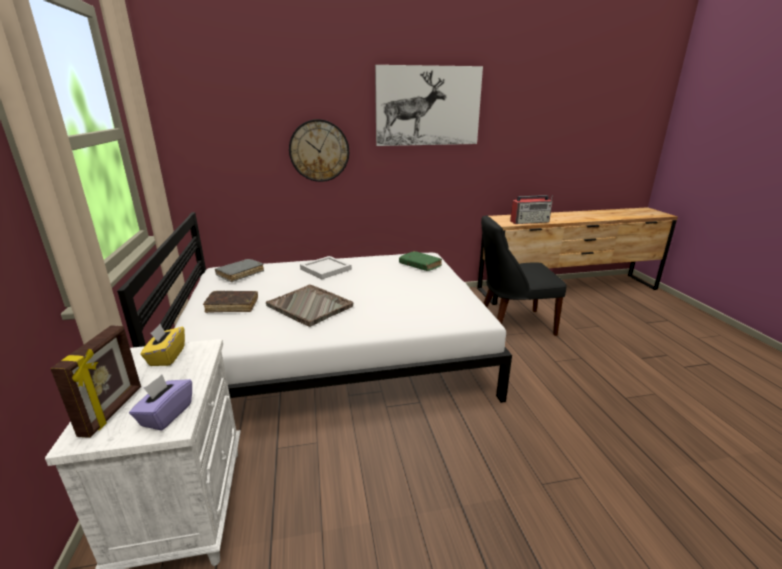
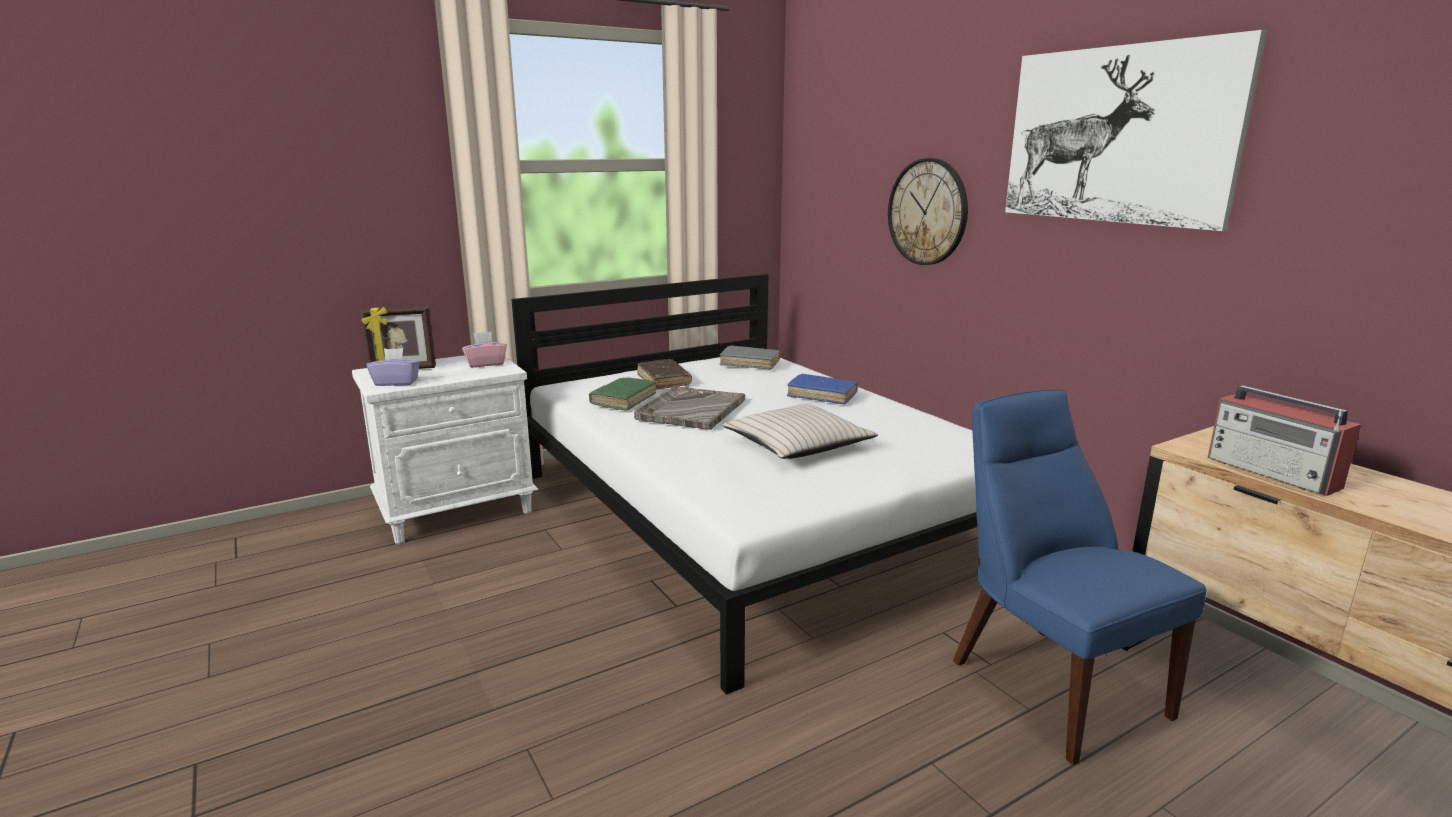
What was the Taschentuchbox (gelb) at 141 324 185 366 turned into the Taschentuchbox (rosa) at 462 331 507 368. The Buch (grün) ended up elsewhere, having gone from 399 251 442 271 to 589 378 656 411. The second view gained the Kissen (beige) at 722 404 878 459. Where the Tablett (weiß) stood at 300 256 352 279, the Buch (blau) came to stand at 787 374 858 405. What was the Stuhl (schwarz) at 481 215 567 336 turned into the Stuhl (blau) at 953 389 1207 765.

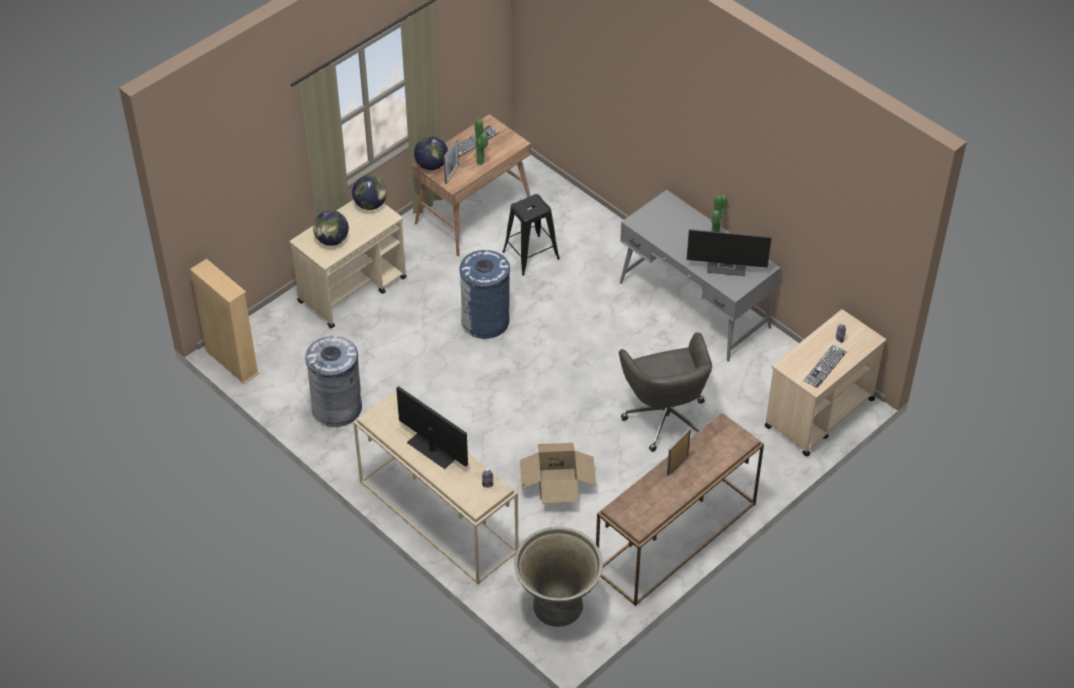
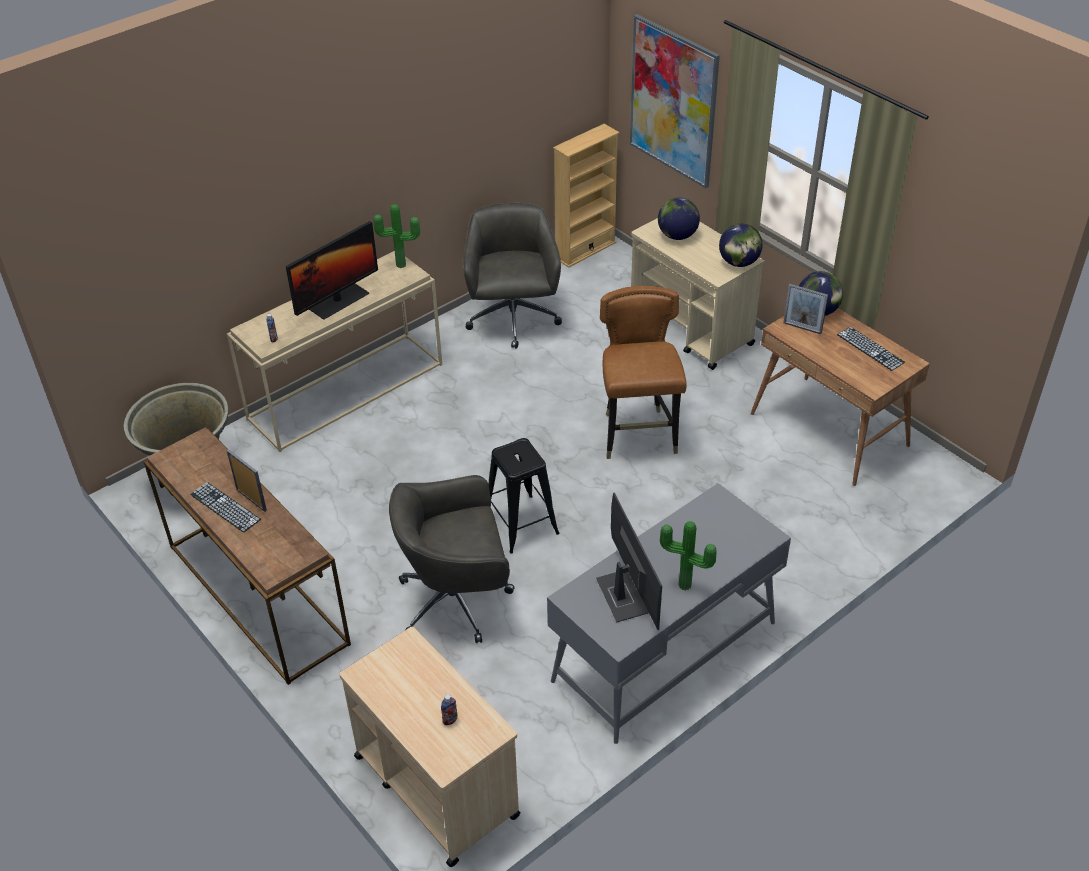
The Tastatur ended up elsewhere, having gone from 804 345 846 388 to 190 482 261 533. The Topfpflanze ended up elsewhere, having gone from 475 119 488 165 to 373 204 420 268. Where the Mülleimer (grau) stood at 305 336 362 427, the Bürostuhl (grau) came to stand at 463 202 562 349. The Hocker (schwarz) ended up elsewhere, having gone from 502 194 560 276 to 488 438 559 553. The Monitor at 686 229 772 276 ended up facing another way, 150 degrees clockwise from before. Where the Mülleimer (blau) stood at 459 250 510 339, the Stuhl (braun) came to stand at 600 286 687 459. The second view gained the Bild at 630 14 720 188. The second view lost the Karton at 520 443 596 504.

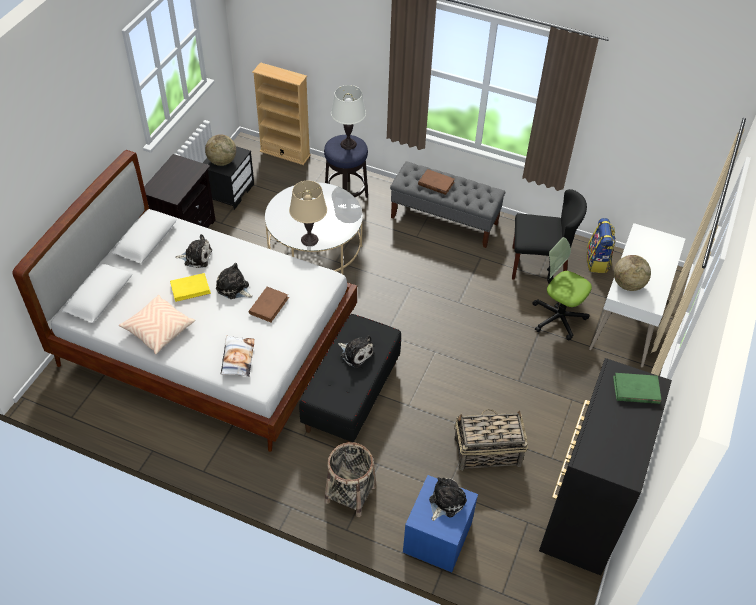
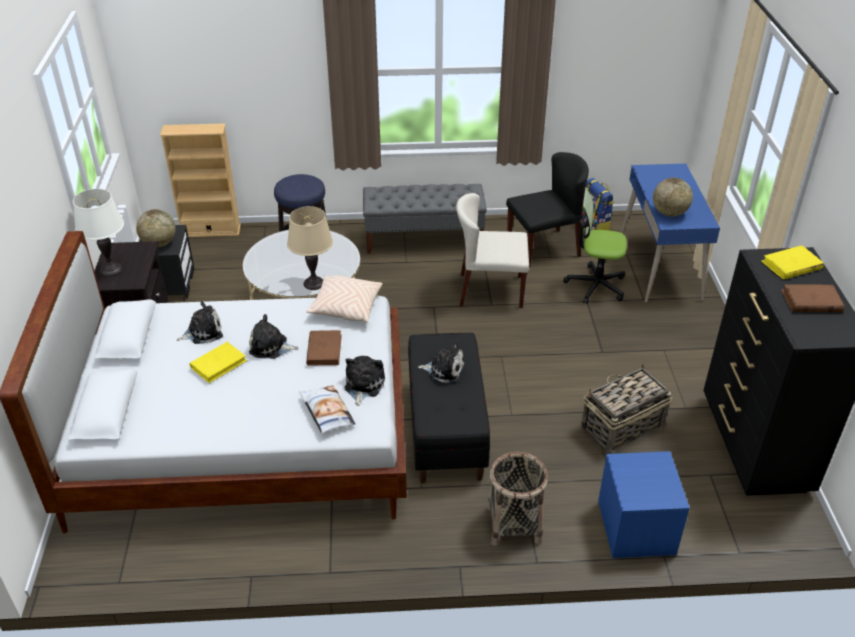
The Tischlampe (weiß) ended up elsewhere, having gone from 331 85 366 150 to 73 189 124 276. The Kissen (beige) ended up elsewhere, having gone from 119 295 195 354 to 306 275 382 323. The Plüschtier ended up elsewhere, having gone from 429 477 467 521 to 344 356 385 406. The second view gained the Stuhl (beige) at 456 193 529 308. What was the Schreibtisch (weiß) at 589 223 685 368 turned into the Schreibtisch (blau) at 620 164 720 303. What was the Buch (grün) at 613 373 661 404 turned into the Buch (gelb) at 762 245 824 280. The Buch (braun) ended up elsewhere, having gone from 418 169 455 195 to 781 284 844 312.

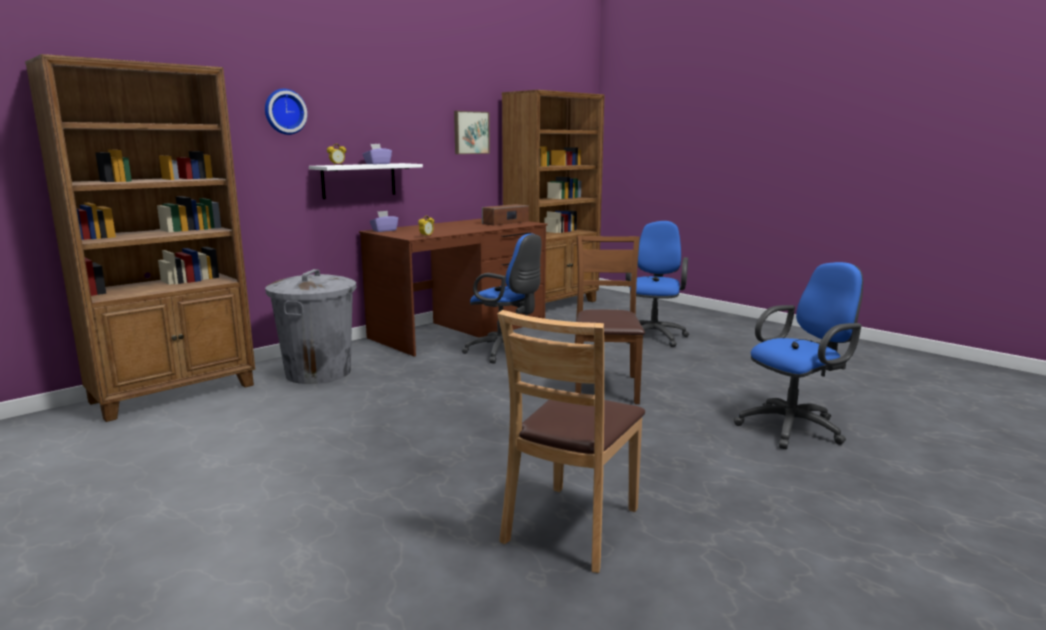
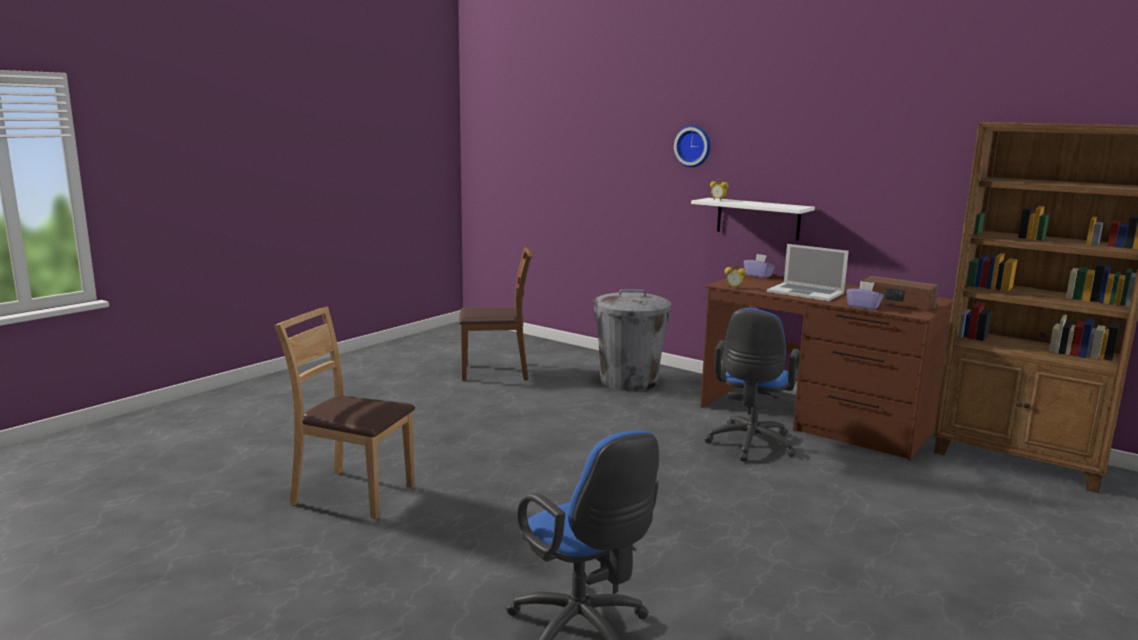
The Stuhl (braun) ended up elsewhere, having gone from 575 236 645 404 to 459 247 533 381. The second view gained the Laptop at 767 244 849 301. The Taschentuchbox (lila) ended up elsewhere, having gone from 362 144 392 164 to 846 281 884 310. The second view lost the Bücherregal (braun) at 25 54 255 422. The second view lost the Bild at 454 111 490 154. The second view lost the Bürostuhl (blau) at 626 221 689 347.

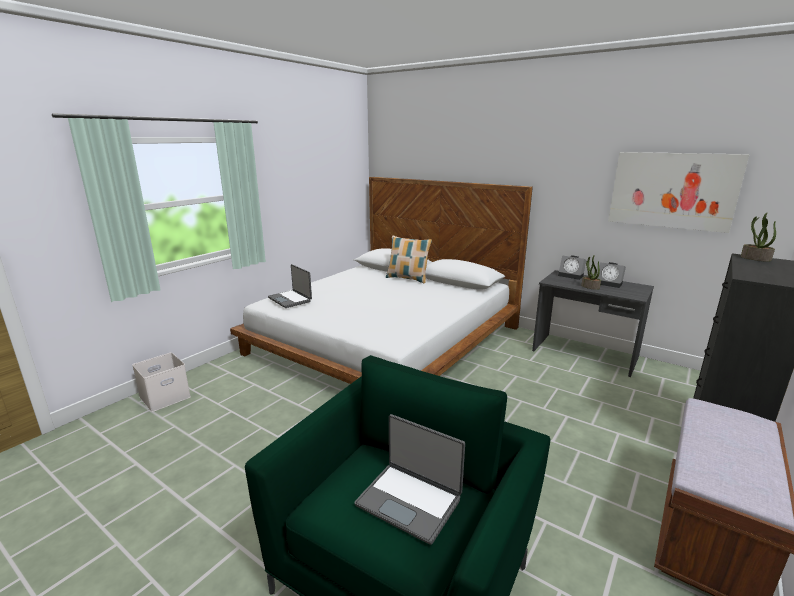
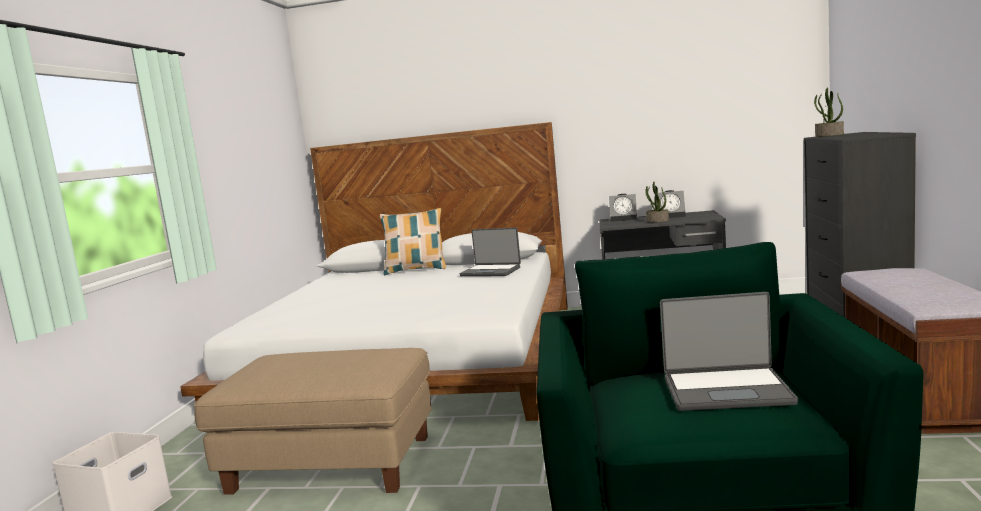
The second view gained the Polsterhocker (beige) at 194 348 432 495. The Laptop ended up elsewhere, having gone from 268 264 312 308 to 460 228 521 276. The second view lost the Bild at 608 152 750 233.

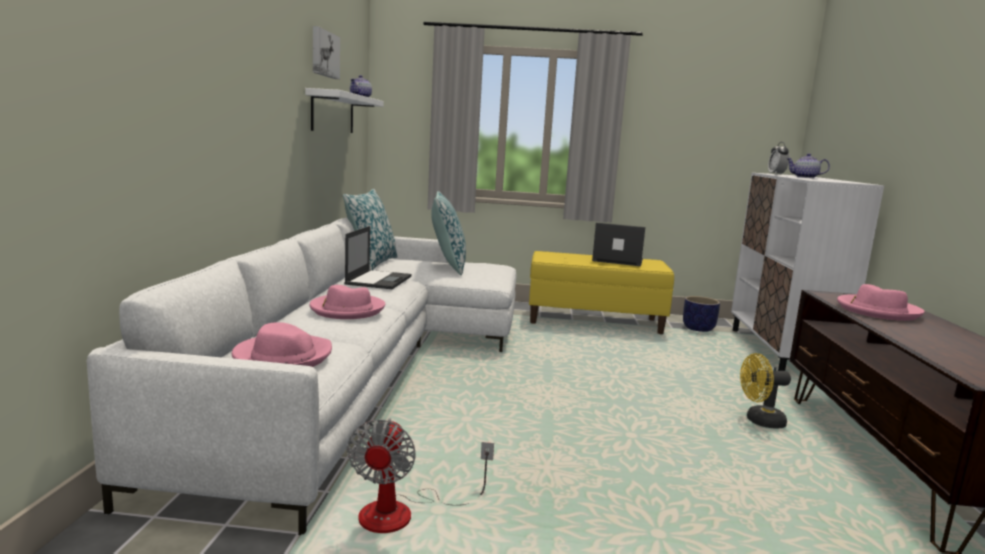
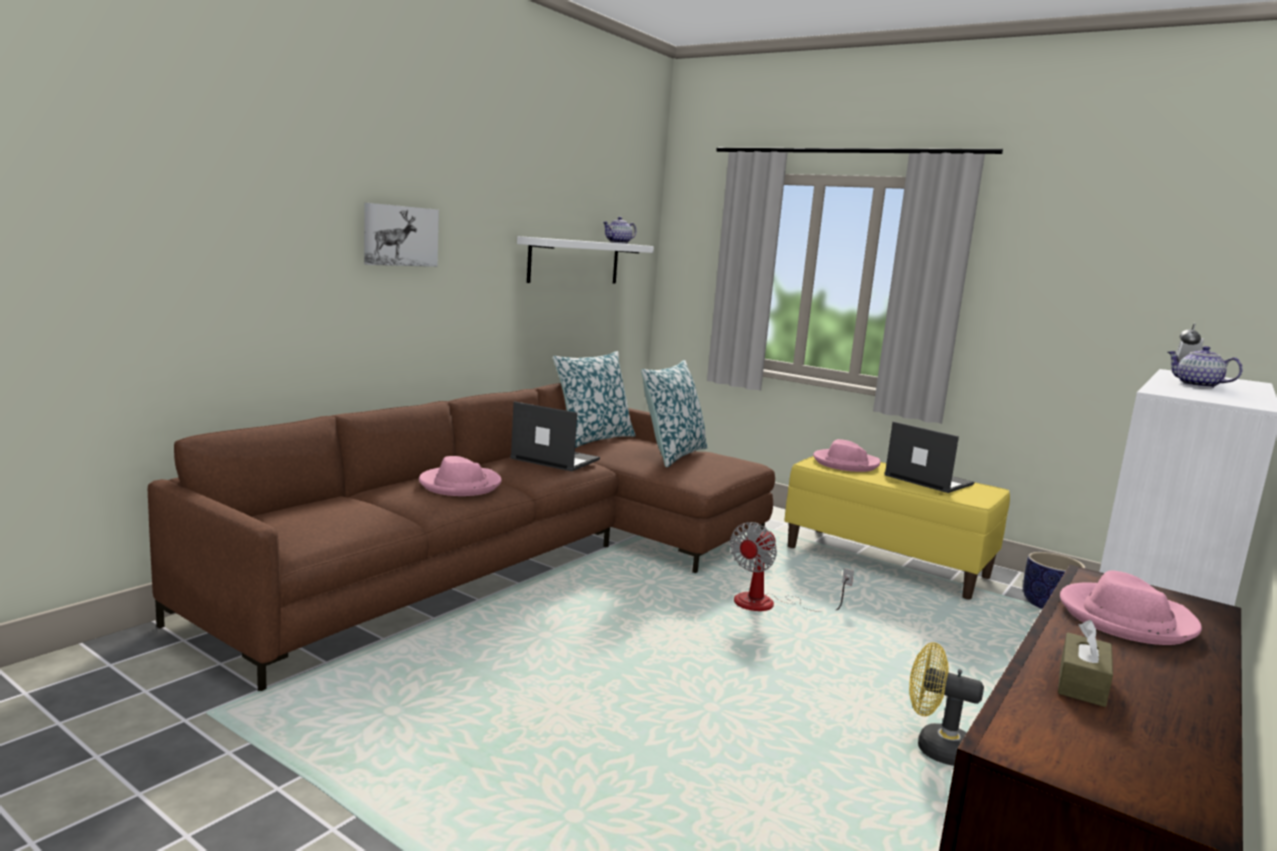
What was the Sofa (weiß) at 87 218 517 535 turned into the Sofa (braun) at 147 383 775 691. The Bild ended up elsewhere, having gone from 313 26 340 79 to 364 203 439 267. The Laptop at 344 226 411 289 ended up facing another way, 105 degrees counterclockwise from before. The Ventilator ended up elsewhere, having gone from 347 418 494 533 to 730 522 854 612. The Hut (rosa) ended up elsewhere, having gone from 232 322 332 367 to 813 439 880 472. The second view gained the Taschentuchbox (braun) at 1058 620 1113 707.

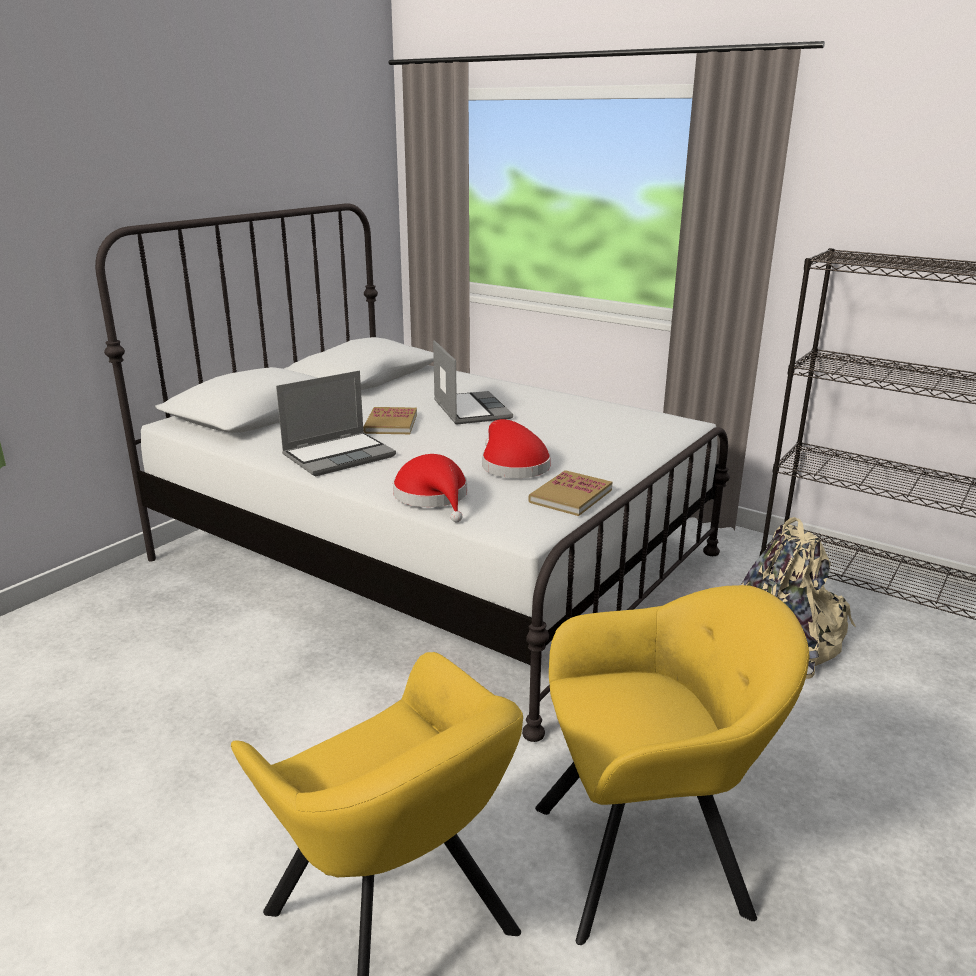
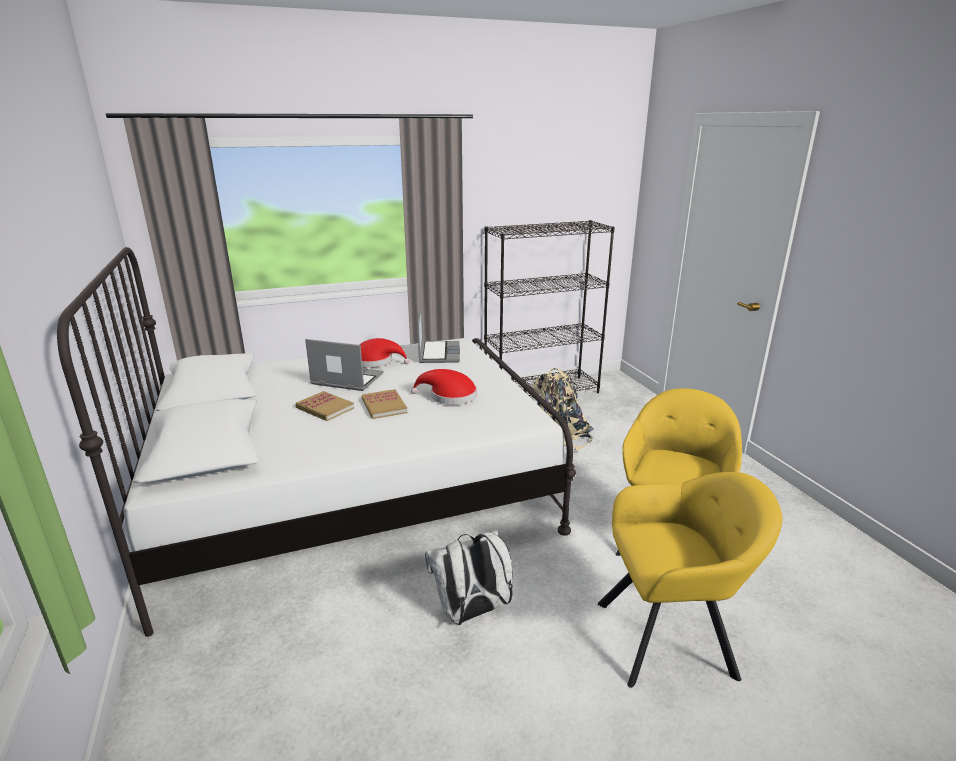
The Hut (rot) ended up elsewhere, having gone from 393 454 467 522 to 359 338 410 368. The Buch ended up elsewhere, having gone from 529 470 612 516 to 362 389 407 419. The Laptop ended up elsewhere, having gone from 276 371 396 477 to 417 305 460 363. The second view gained the Rucksack (weiß) at 425 530 513 625.

